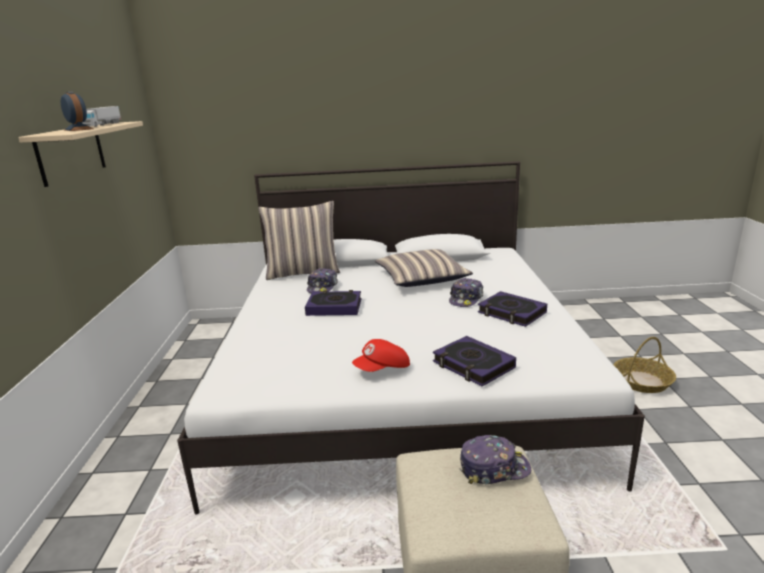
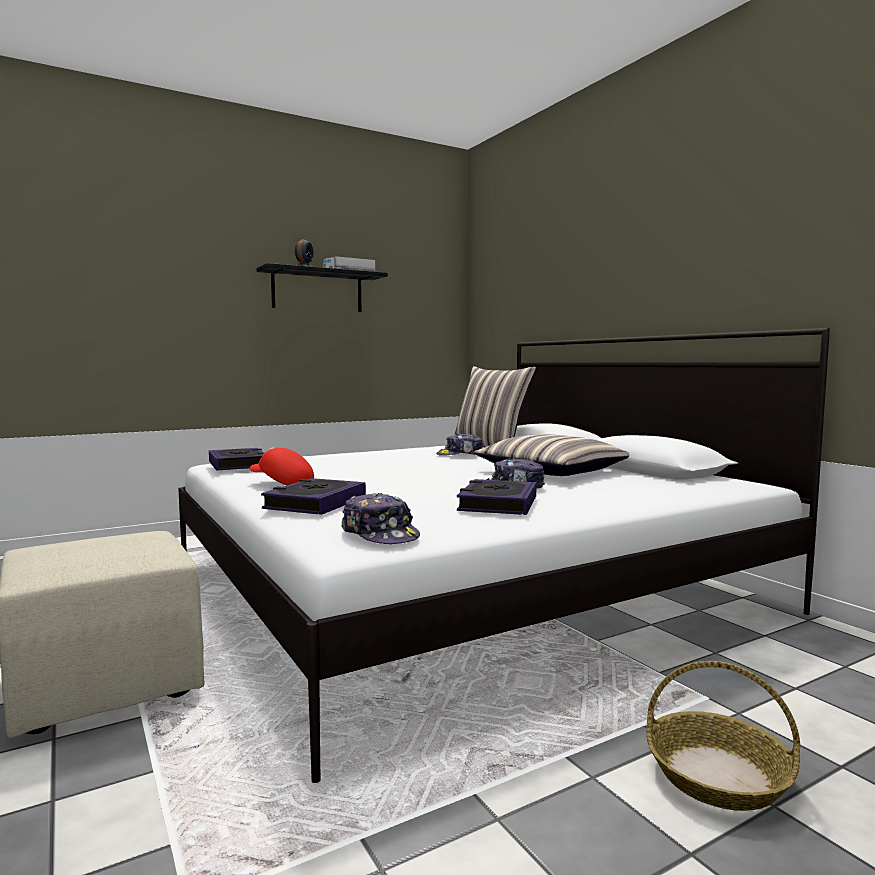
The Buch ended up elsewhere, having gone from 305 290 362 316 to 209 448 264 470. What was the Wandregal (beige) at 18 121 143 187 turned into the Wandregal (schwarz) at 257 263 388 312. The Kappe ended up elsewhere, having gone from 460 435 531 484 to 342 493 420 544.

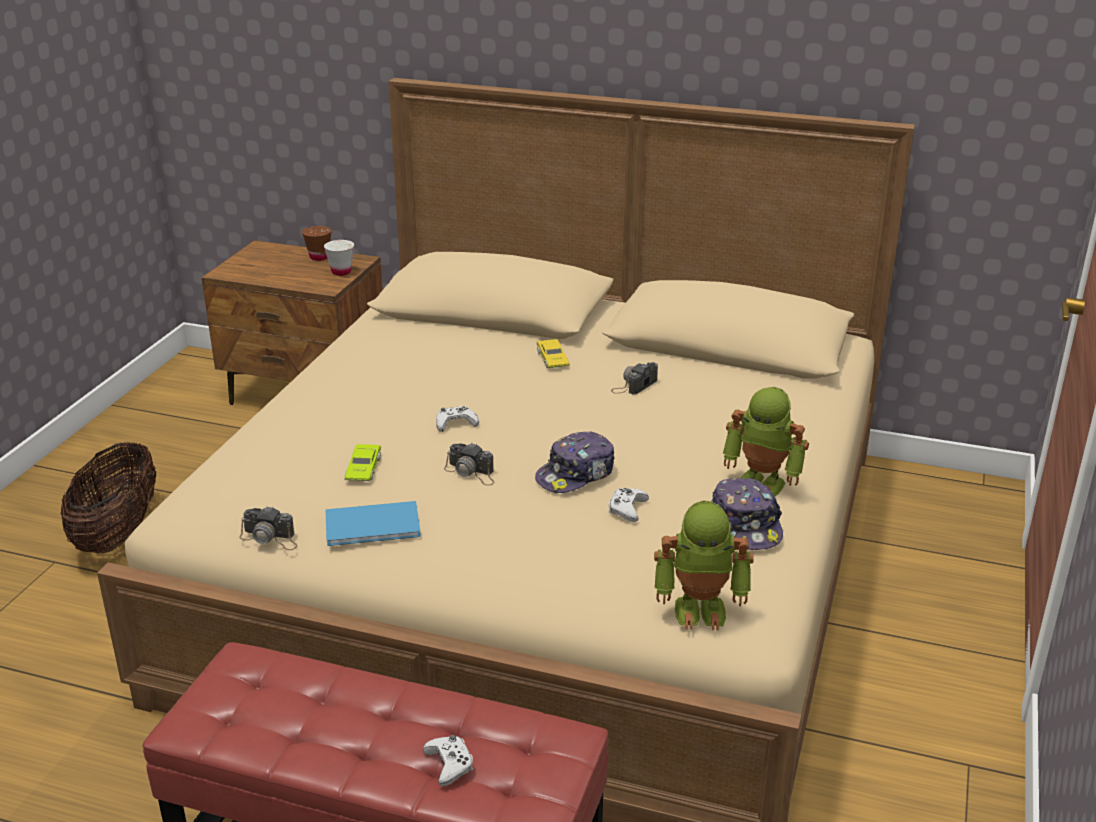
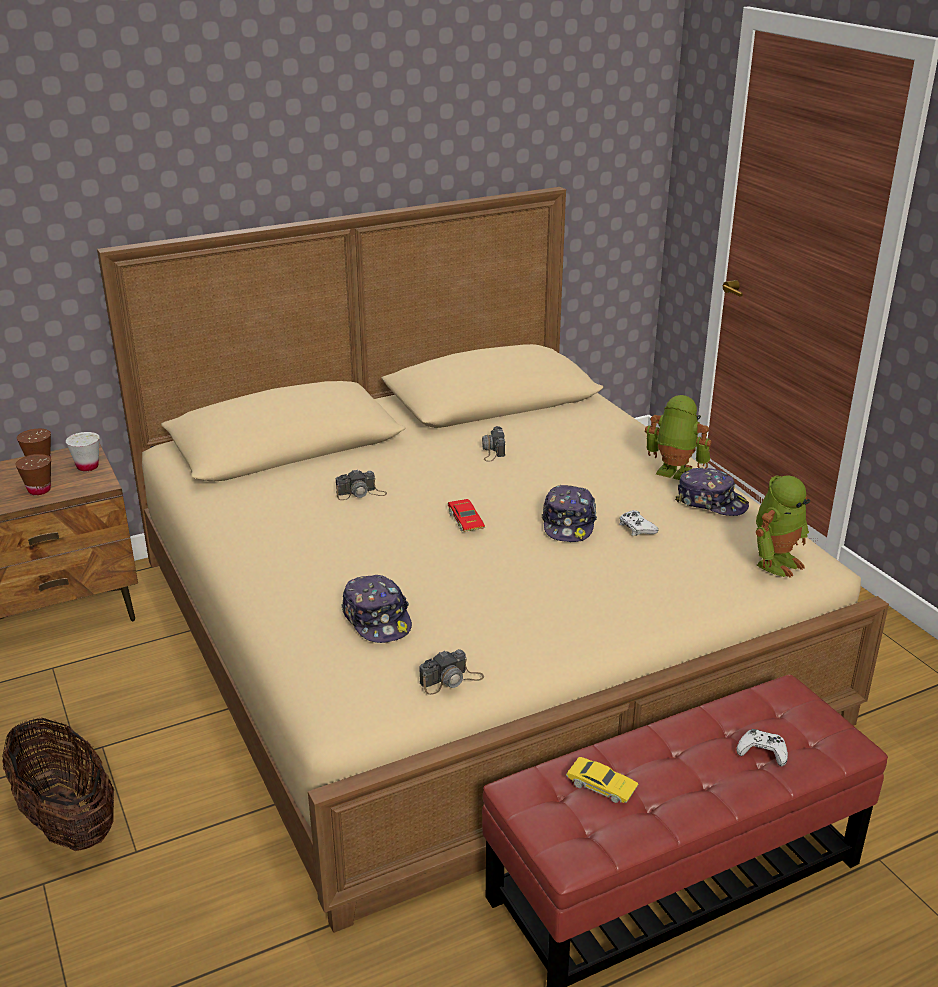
The second view gained the Tasse (braun) at 15 454 51 495. The Kamera ended up elsewhere, having gone from 444 443 495 486 to 336 469 387 500. The second view gained the Kappe at 341 575 412 643. The second view gained the Spielzeugauto (rot) at 448 499 485 532. The Spielzeugauto (gelb) ended up elsewhere, having gone from 537 339 570 368 to 566 757 639 803. The Spielzeugroboter at 723 387 809 496 ended up facing another way, 135 degrees counterclockwise from before. The second view lost the Buch (blau) at 325 501 421 546. The second view lost the Spielzeugauto (grün) at 344 444 381 481. The second view lost the Gamepad (weiß) at 436 406 479 432.

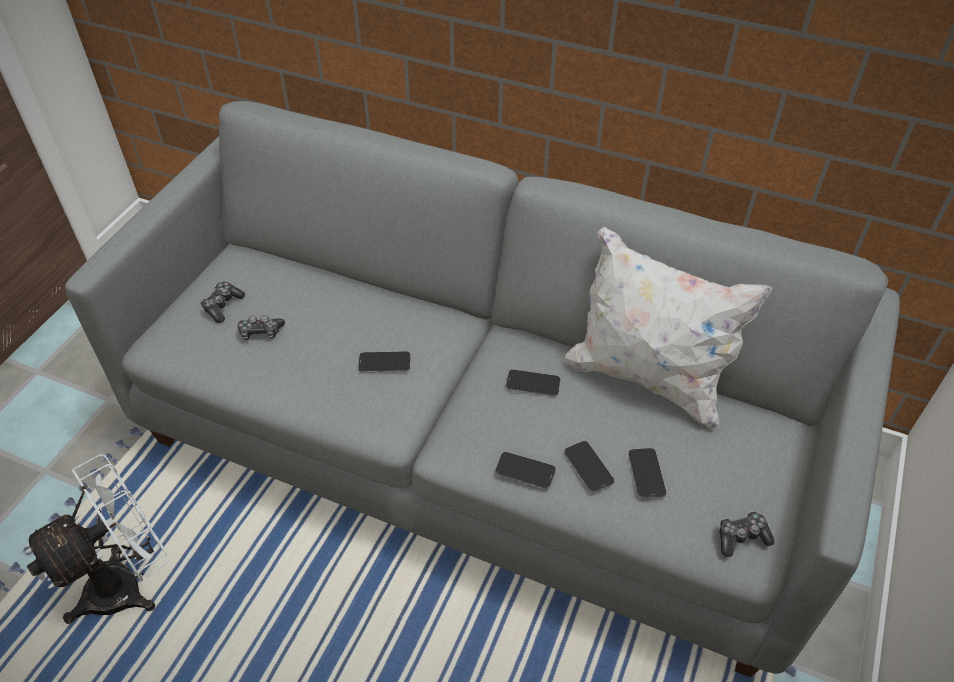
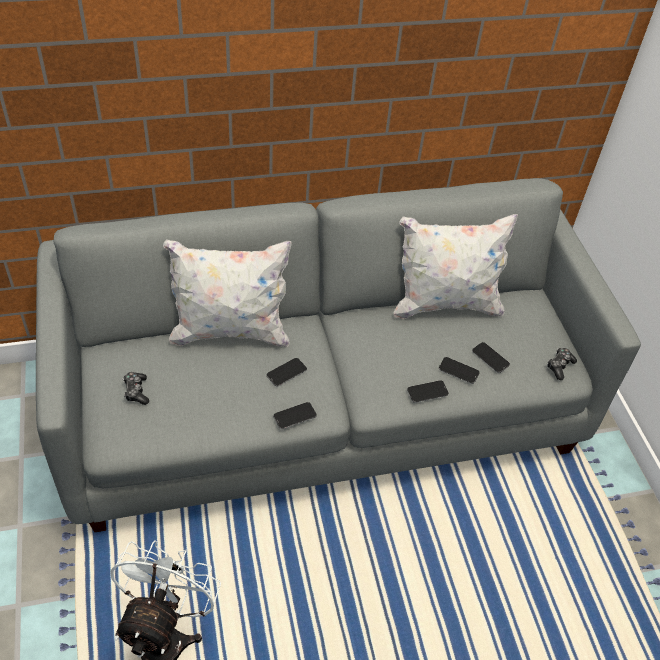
The second view gained the Kissen (weiß) at 163 239 292 347. The Handy ended up elsewhere, having gone from 506 370 560 397 to 273 402 317 429. The second view lost the Gamepad at 238 315 285 340.

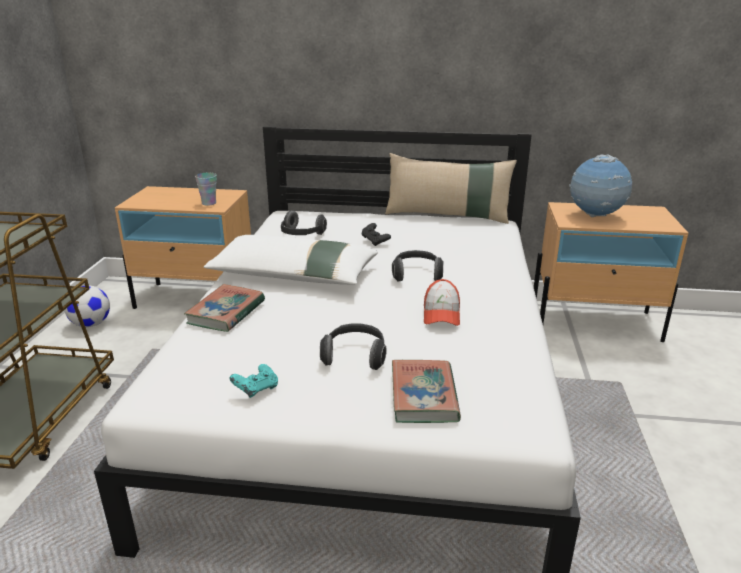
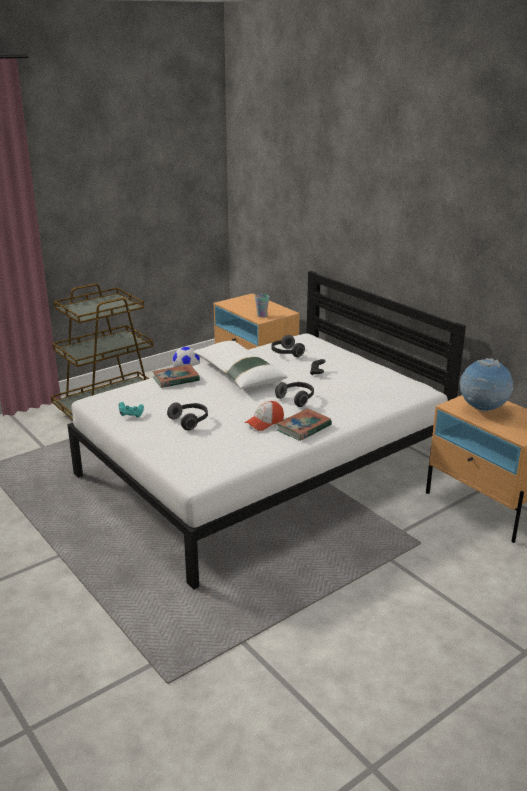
The Buch ended up elsewhere, having gone from 392 360 461 423 to 277 408 332 441. The second view lost the Kissen (beige) at 385 153 517 224.

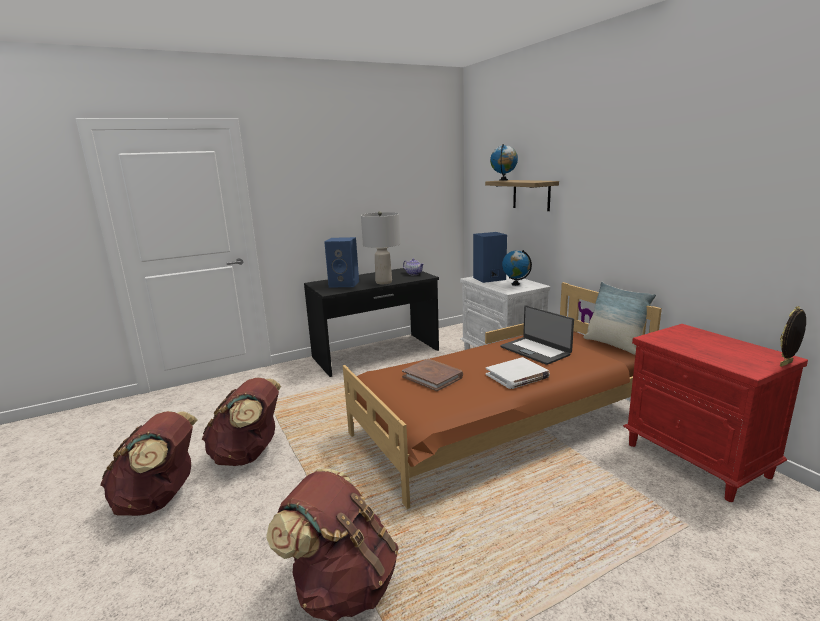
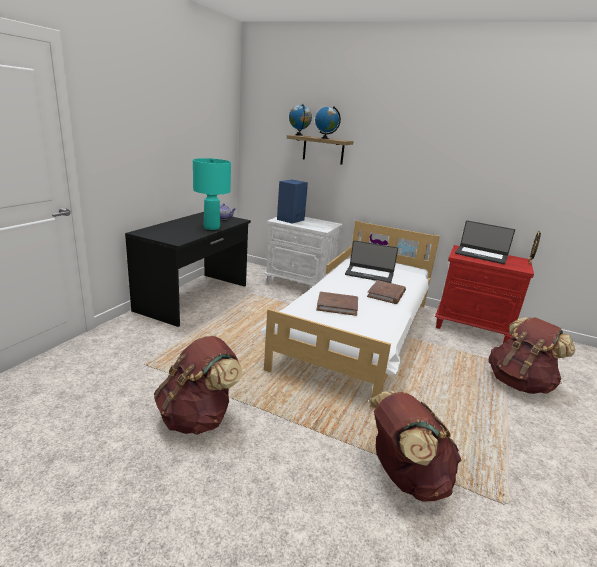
What was the Tischlampe (grau) at 361 211 400 284 turned into the Tischlampe (türkis) at 193 158 231 230. What was the Bett (braun) at 343 282 662 509 turned into the Bett (weiß) at 261 221 440 409. The Globus ended up elsewhere, having gone from 502 250 532 286 to 315 107 341 139. What was the Buch (weiß) at 486 357 550 389 turned into the Buch (braun) at 367 280 406 304. The second view gained the Laptop at 455 220 515 264. The Rucksack (braun) ended up elsewhere, having gone from 100 411 197 516 to 488 317 575 394. The second view lost the Lautsprecher (blau) at 324 237 359 287. The second view lost the Kissen at 583 282 656 355.

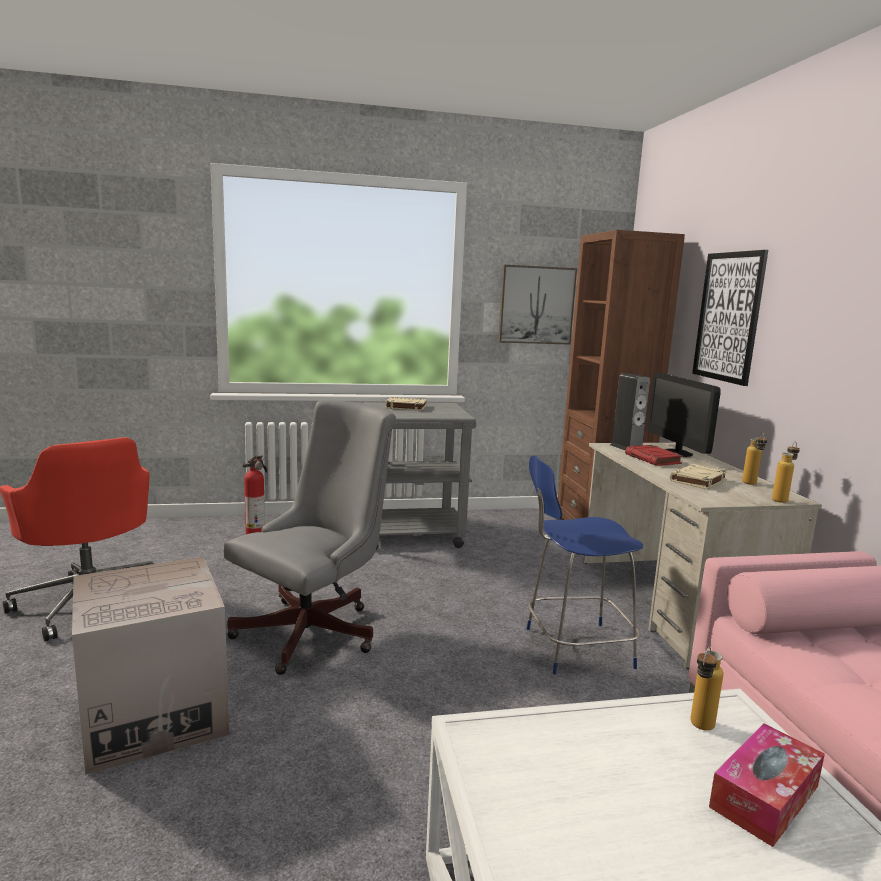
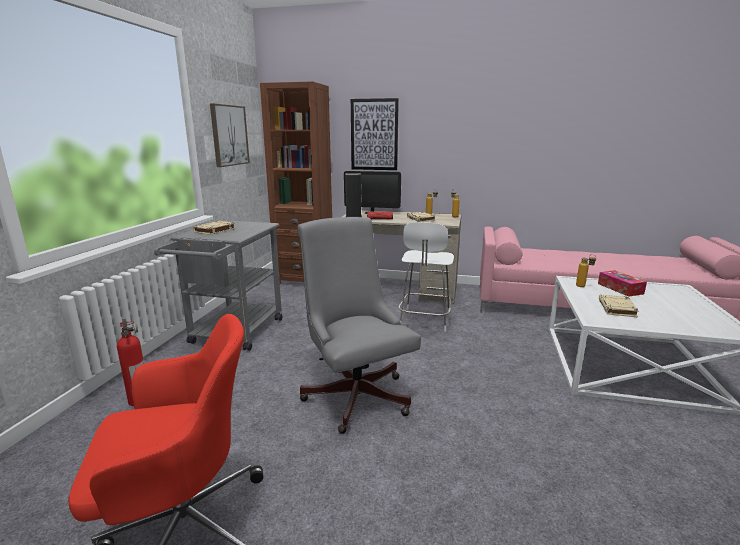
What was the Hocker (blau) at 526 455 643 675 turned into the Hocker (weiß) at 399 222 454 332. The second view gained the Buch (beige) at 599 294 639 318. The second view lost the Karton at 72 557 230 775.

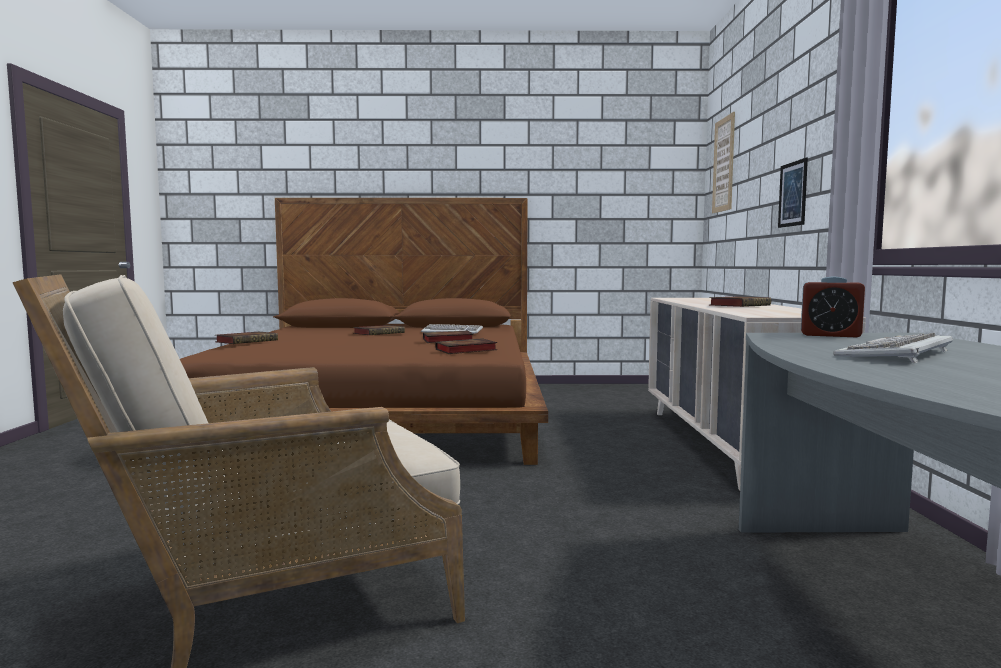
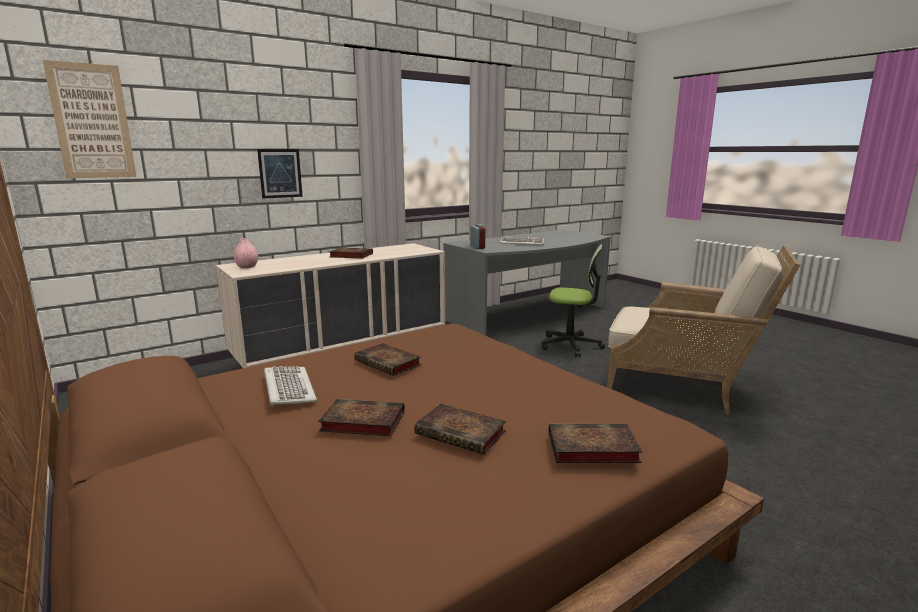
The second view gained the Vase (rosa) at 234 238 258 268. The Buch ended up elsewhere, having gone from 435 338 497 354 to 414 404 506 455. The second view gained the Bürostuhl at 542 244 605 357.

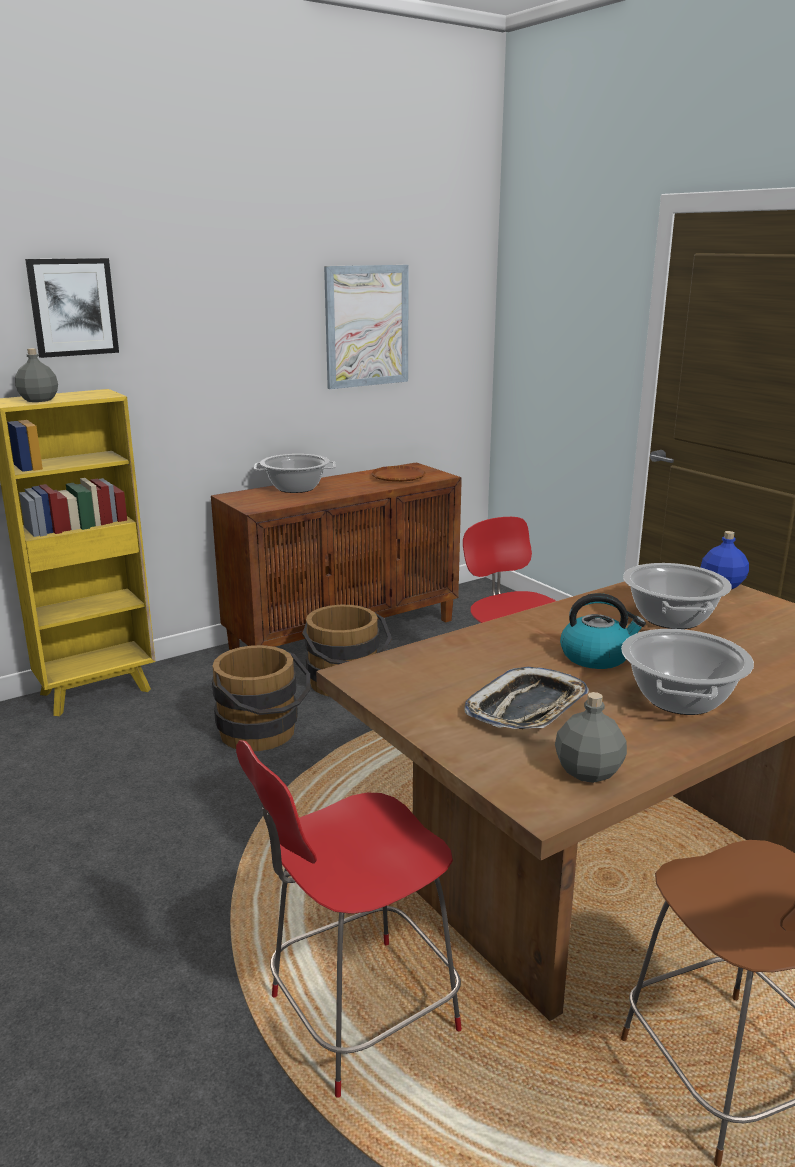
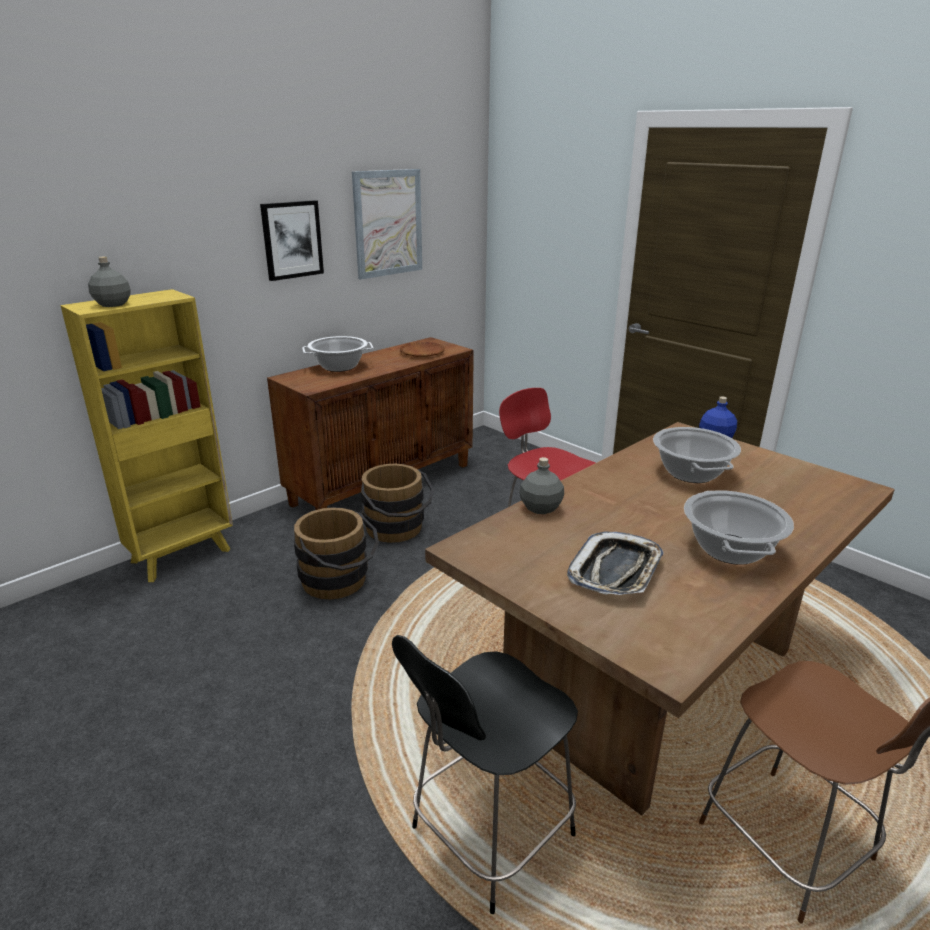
The Bild ended up elsewhere, having gone from 25 258 119 358 to 260 200 324 281. What was the Stuhl (rot) at 236 740 462 1098 turned into the Stuhl (schwarz) at 392 635 578 914. The Flasche (grau) ended up elsewhere, having gone from 555 692 627 783 to 519 457 564 514. The second view lost the Wasserkessel at 560 593 646 669.

